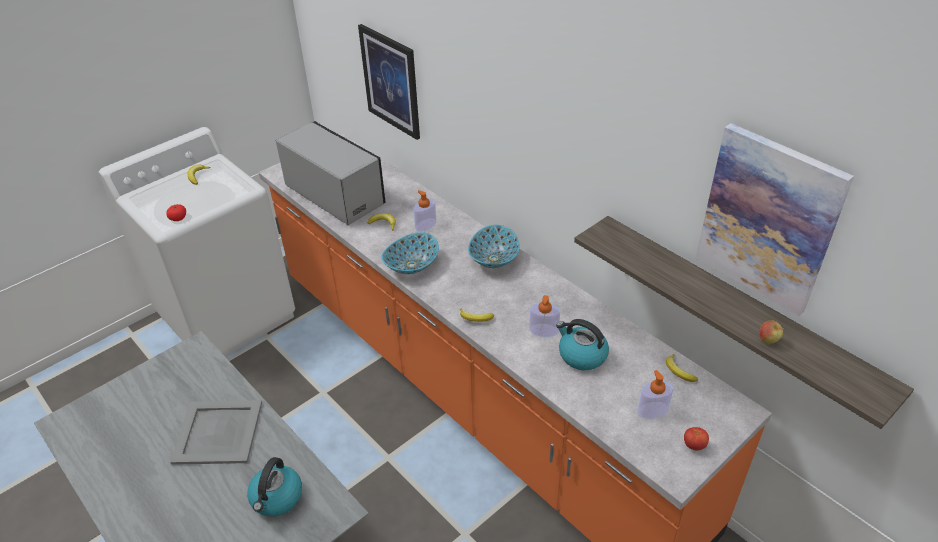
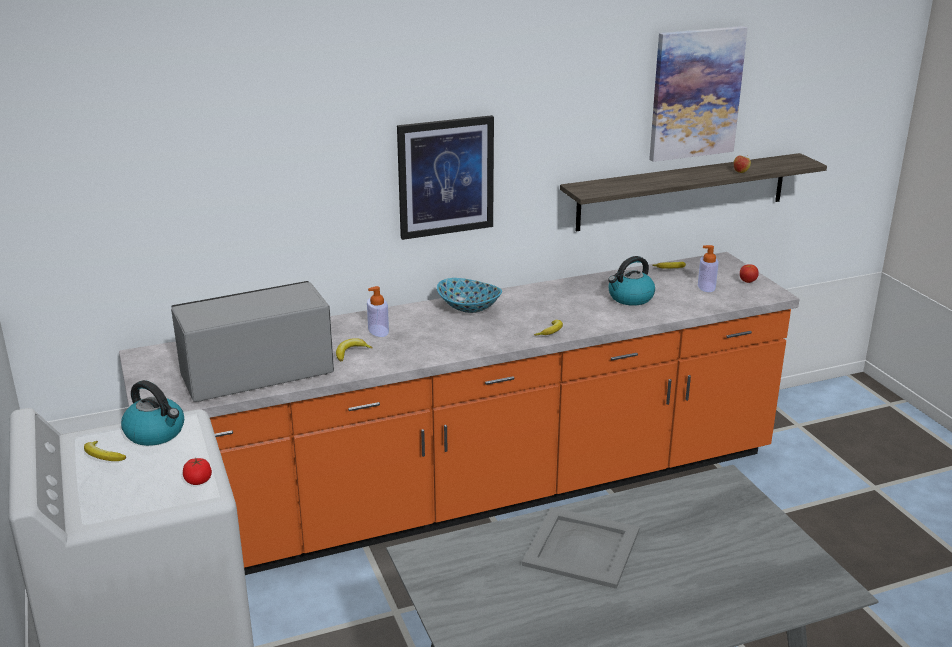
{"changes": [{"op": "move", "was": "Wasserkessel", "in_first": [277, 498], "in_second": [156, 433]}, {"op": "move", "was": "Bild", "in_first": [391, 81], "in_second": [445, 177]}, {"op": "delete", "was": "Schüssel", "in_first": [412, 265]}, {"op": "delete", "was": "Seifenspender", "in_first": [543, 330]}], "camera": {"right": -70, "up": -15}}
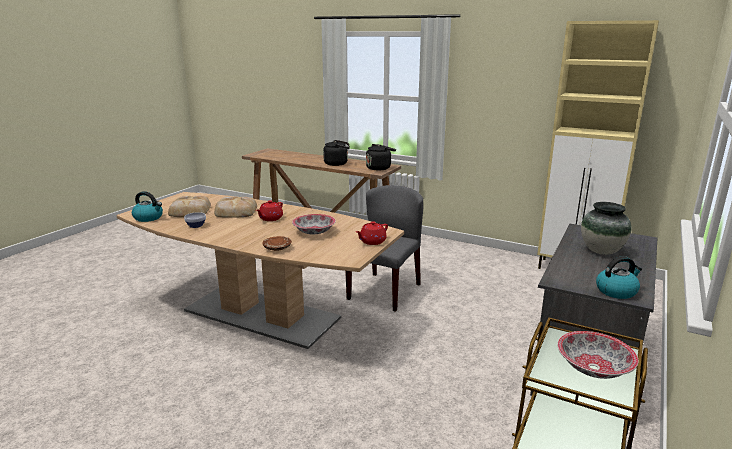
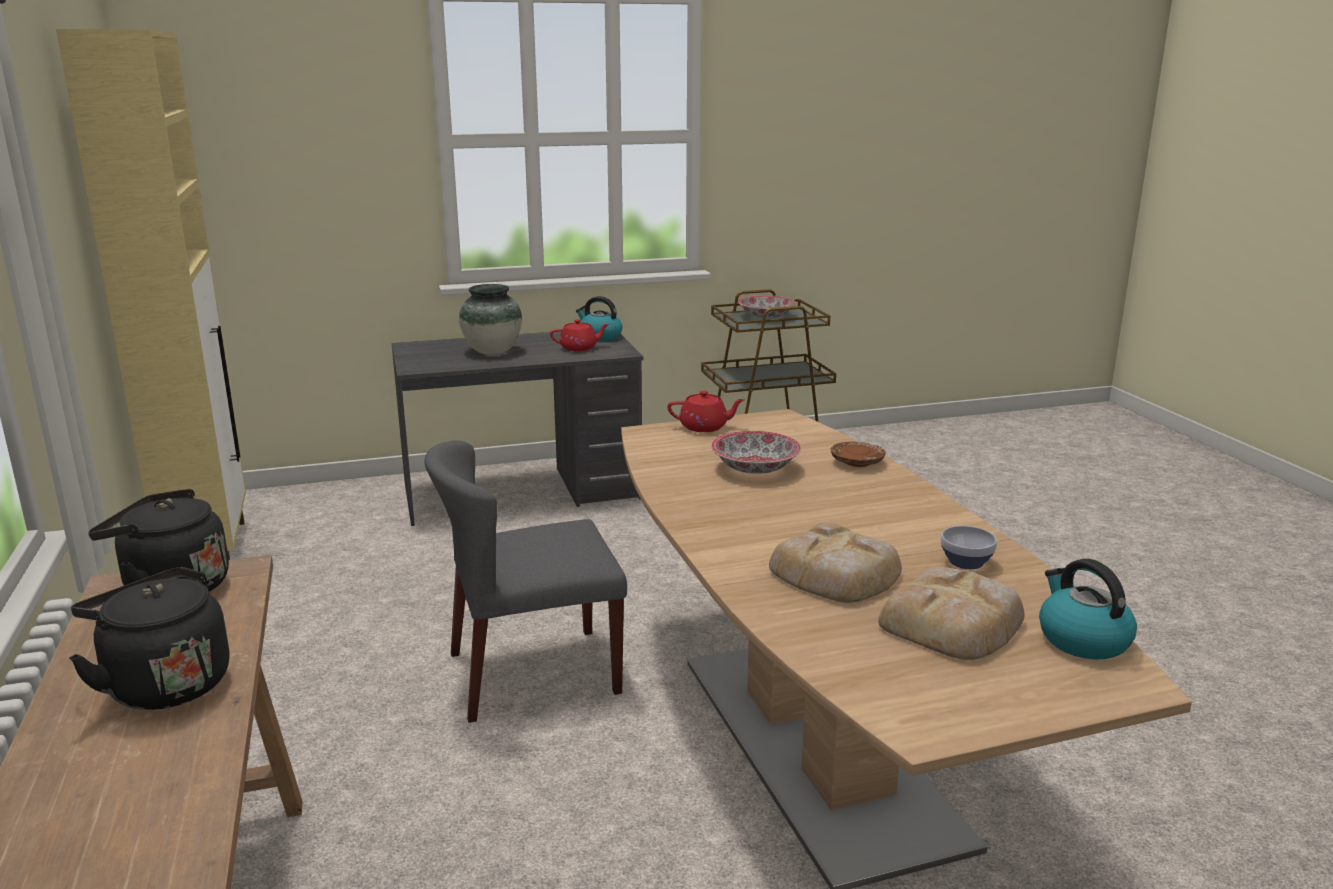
{"changes": [{"op": "move", "was": "Teekanne (rot)", "in_first": [270, 219], "in_second": [579, 348]}], "camera": {"right": -135, "up": 0}}
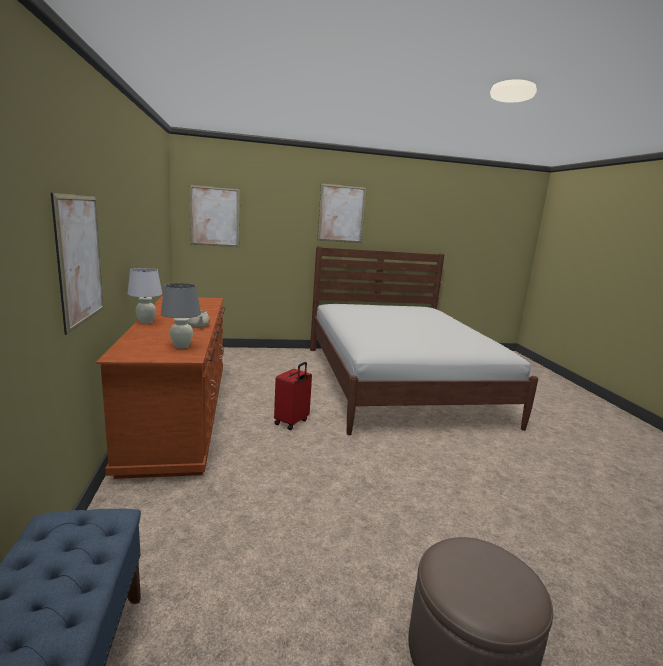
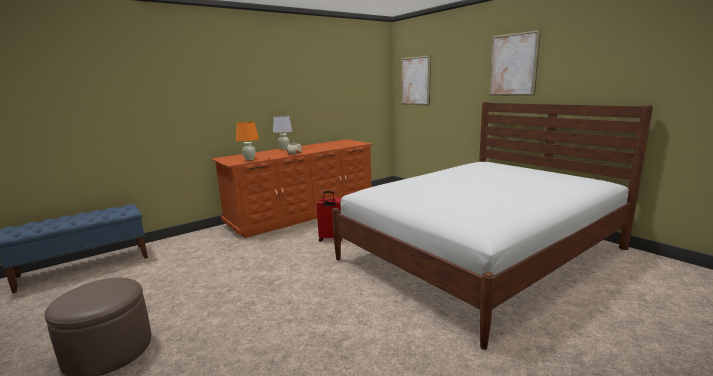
{"changes": [{"op": "recolor", "was": "Tischlampe (grau)", "now": "Tischlampe (orange)", "in_first": [181, 346], "in_second": [249, 159]}, {"op": "delete", "was": "Bild", "in_first": [80, 259]}], "camera": {"right": 65, "up": 0}}
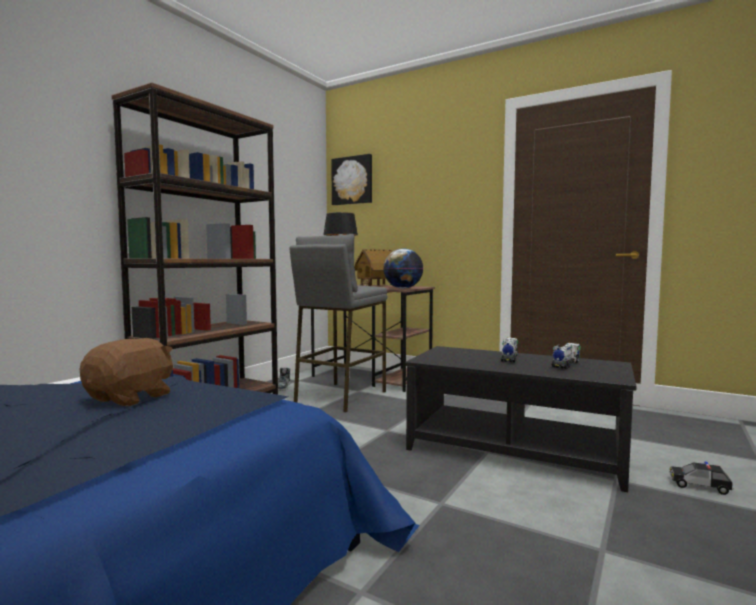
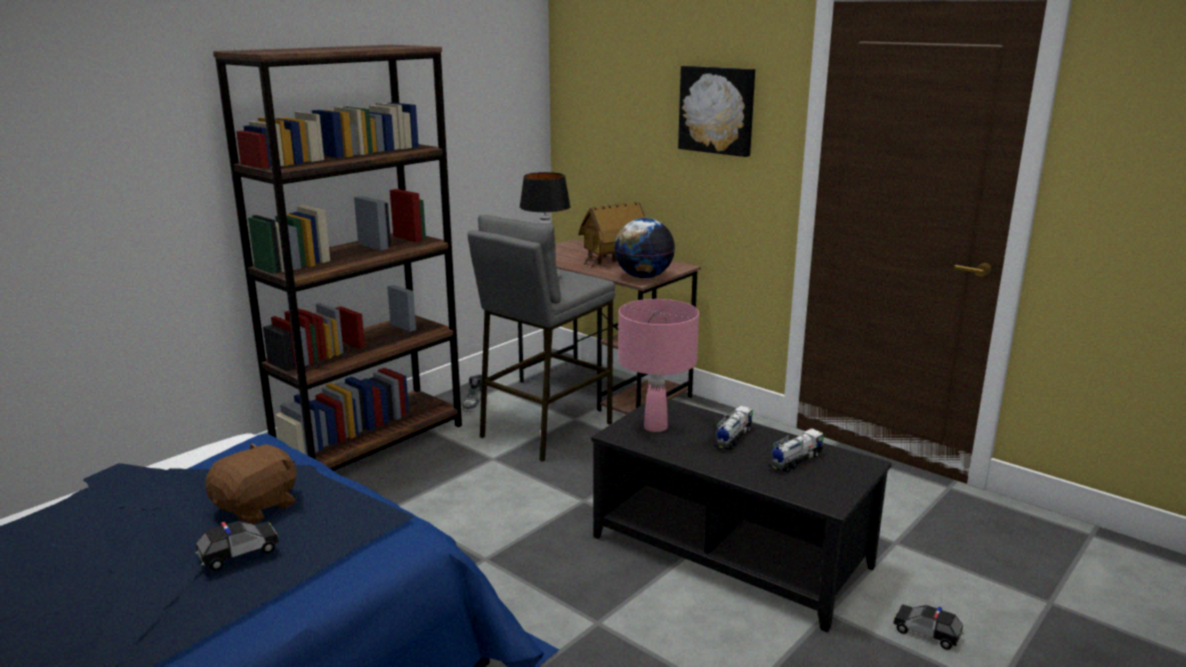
{"changes": [{"op": "insert", "now": "Spielzeugauto", "in_second": [238, 554]}, {"op": "insert", "now": "Tischlampe (rosa)", "in_second": [655, 427]}, {"op": "move", "was": "Bild", "in_first": [352, 180], "in_second": [717, 110]}], "camera": {"right": 10, "up": 15}}
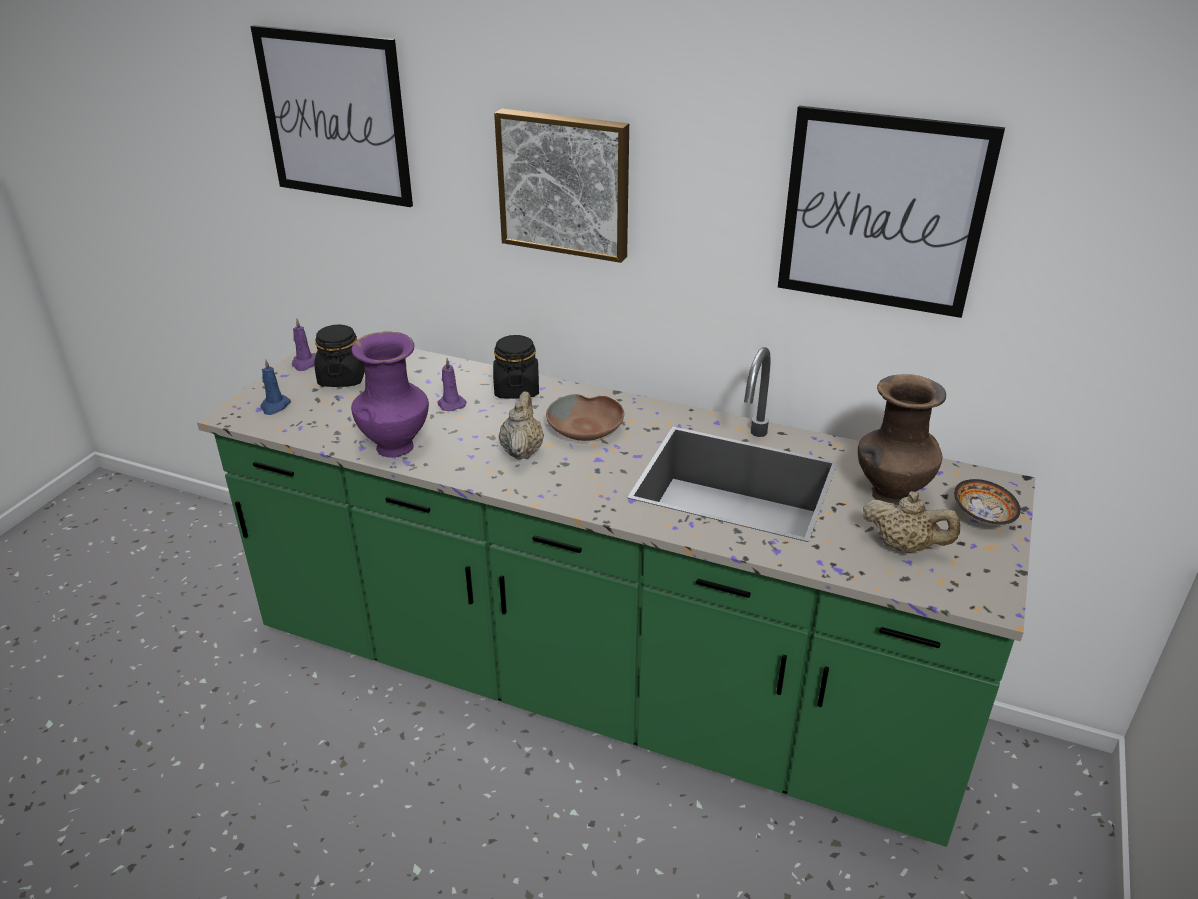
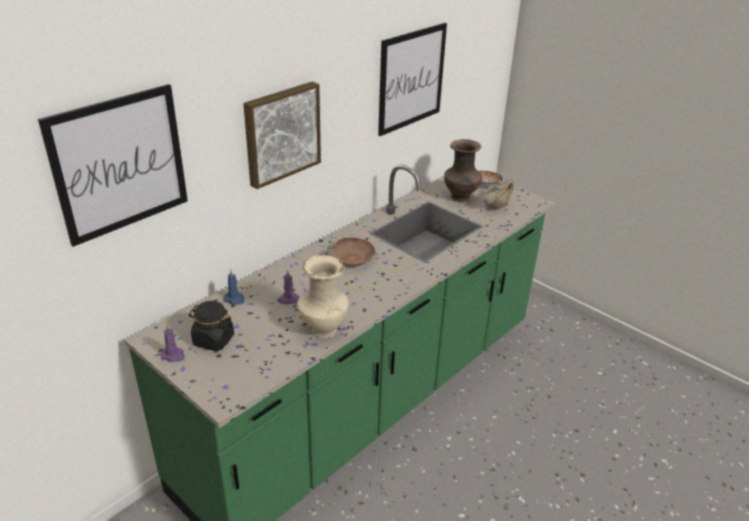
{"changes": [{"op": "move", "was": "Kerze (blau)", "in_first": [275, 406], "in_second": [234, 299]}, {"op": "recolor", "was": "Vase (lila)", "now": "Vase (beige)", "in_first": [396, 446], "in_second": [323, 329]}, {"op": "delete", "was": "Vorratsglas (schwarz)", "in_first": [516, 389]}, {"op": "delete", "was": "Teekanne (beige)", "in_first": [522, 451]}], "camera": {"right": -70, "up": 0}}
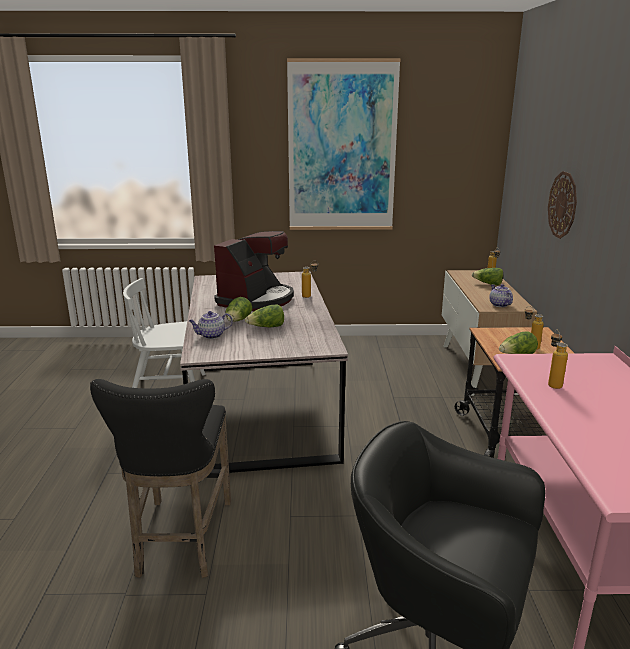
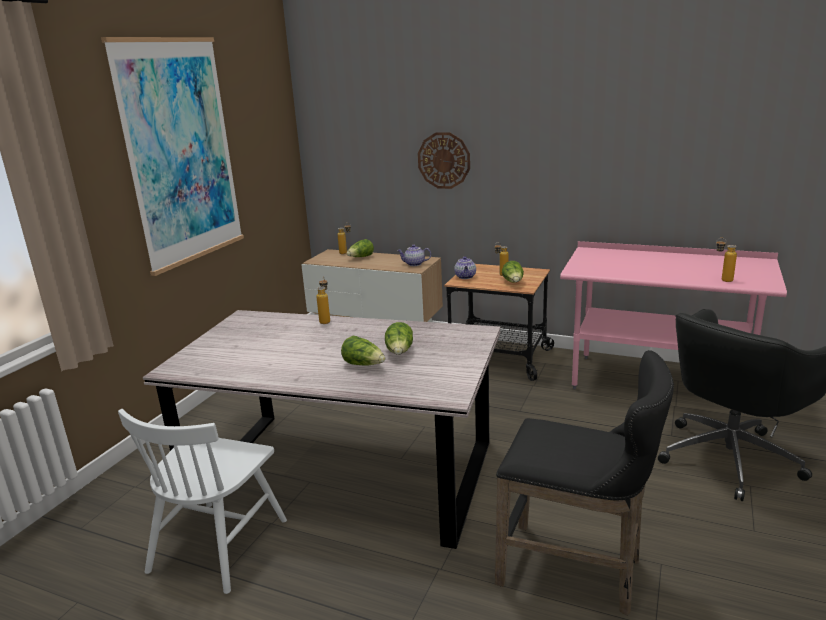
{"changes": [{"op": "move", "was": "Teekanne", "in_first": [211, 336], "in_second": [465, 277]}, {"op": "move", "was": "Flasche", "in_first": [552, 383], "in_second": [722, 280]}, {"op": "delete", "was": "Kaffeemaschine", "in_first": [256, 300]}], "camera": {"right": -65, "up": 0}}
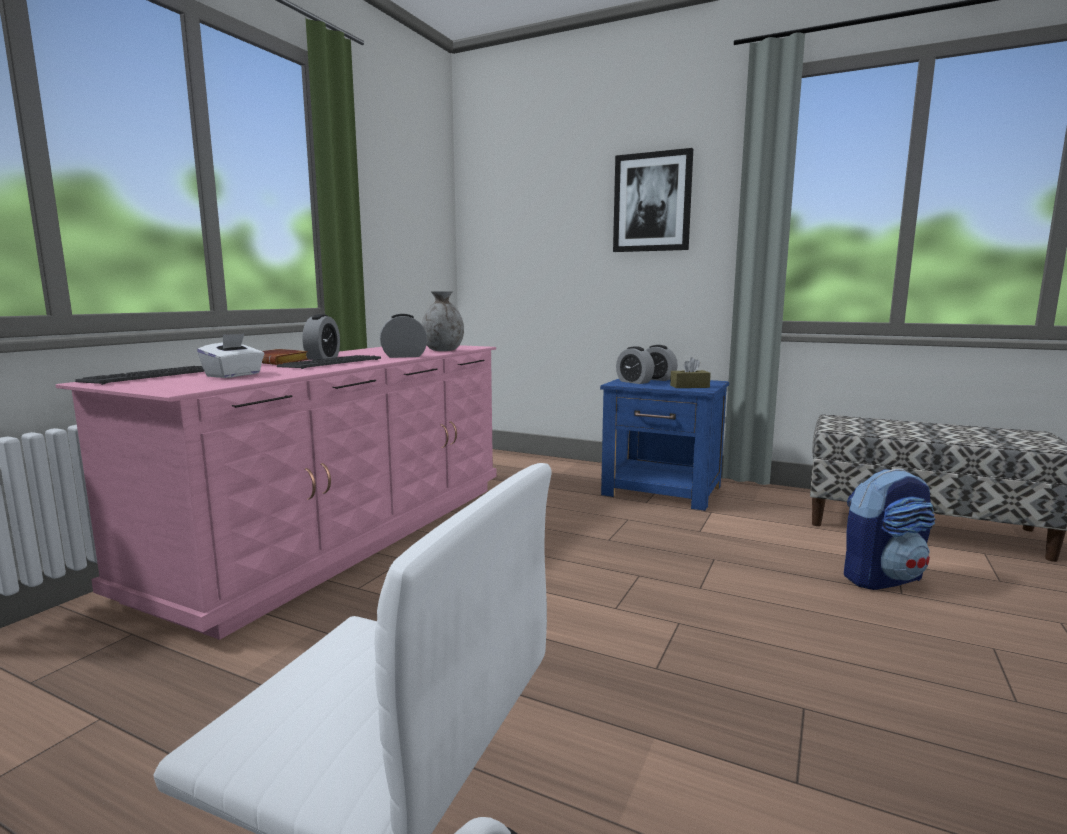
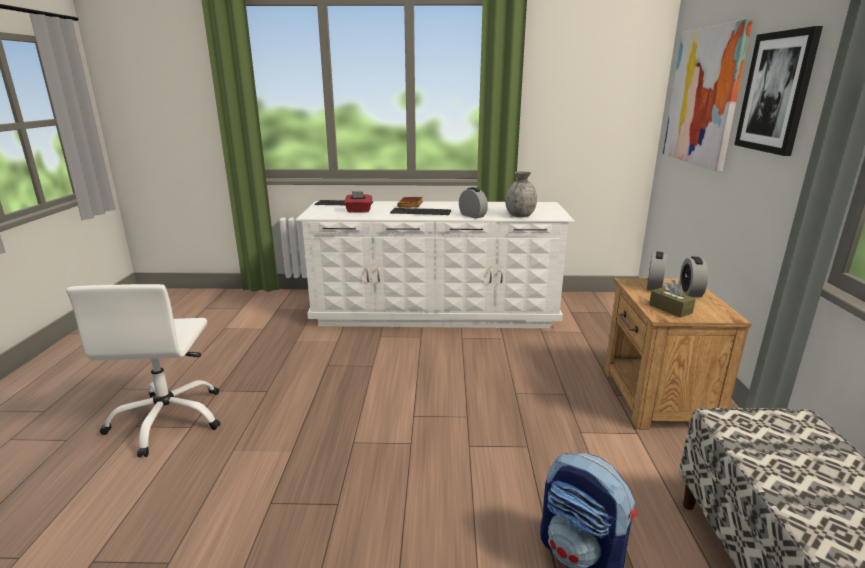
{"changes": [{"op": "recolor", "was": "Kommode (rosa)", "now": "Kommode (weiß)", "in_first": [345, 534], "in_second": [435, 312]}, {"op": "recolor", "was": "Taschentuchbox (weiß)", "now": "Taschentuchbox (rot)", "in_first": [234, 375], "in_second": [358, 211]}, {"op": "recolor", "was": "Nachttisch (blau)", "now": "Nachttisch (braun)", "in_first": [663, 491], "in_second": [657, 399]}, {"op": "insert", "now": "Bild", "in_second": [703, 97]}, {"op": "delete", "was": "Wecker", "in_first": [323, 358]}], "camera": {"right": 65, "up": 10}}
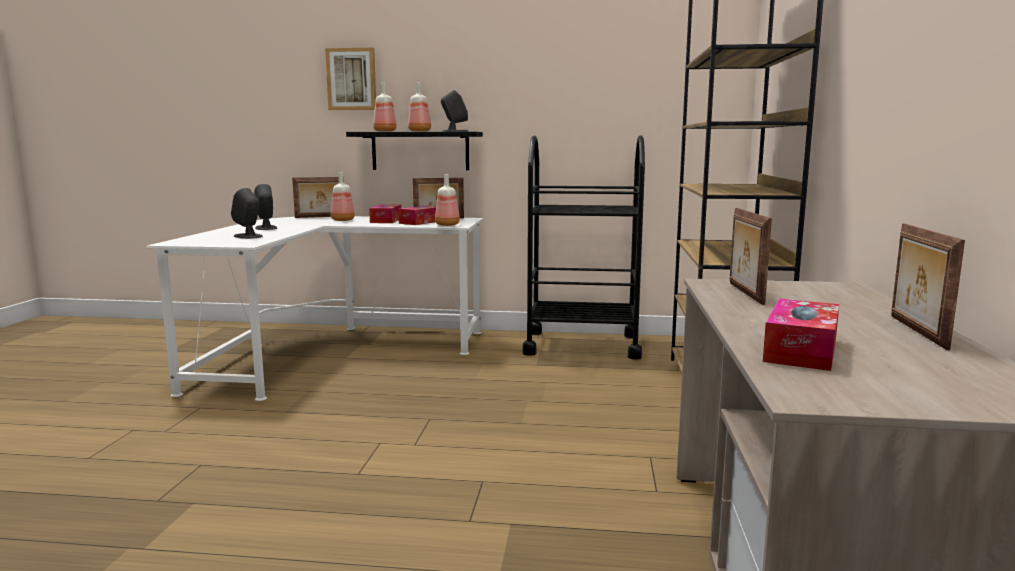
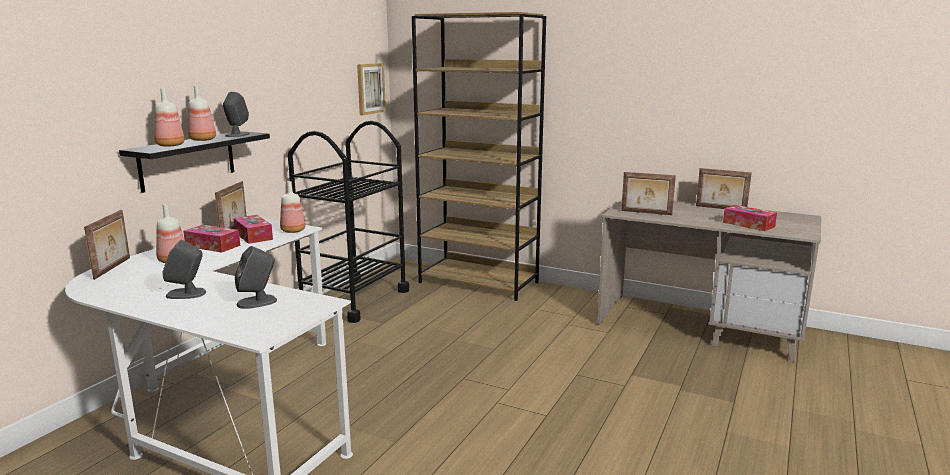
{"changes": [{"op": "move", "was": "Bild", "in_first": [351, 79], "in_second": [370, 88]}], "camera": {"right": -70, "up": 5}}
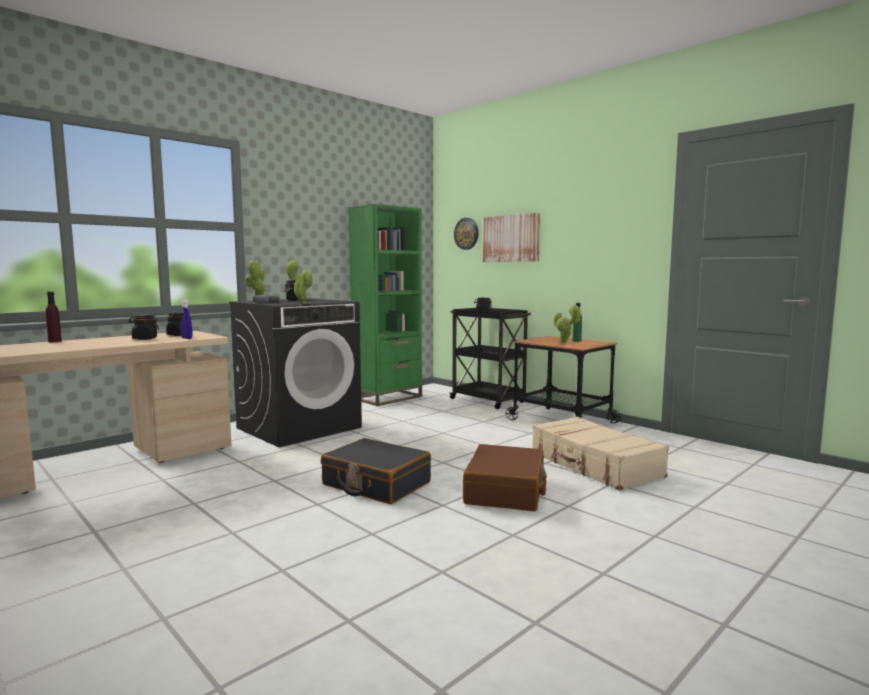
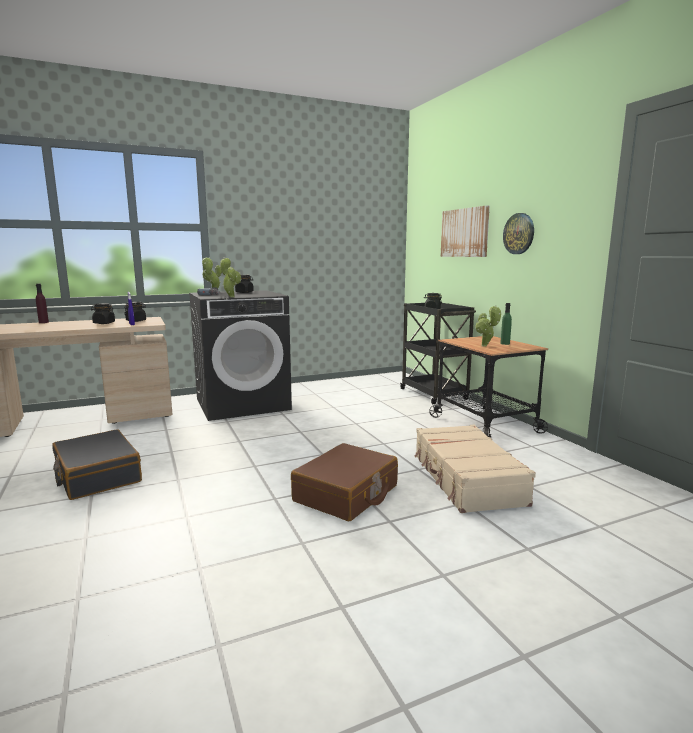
{"changes": [{"op": "move", "was": "Koffer (schwarz)", "in_first": [376, 484], "in_second": [97, 476]}, {"op": "move", "was": "Wanduhr", "in_first": [466, 233], "in_second": [519, 233]}, {"op": "delete", "was": "Bücherregal (grün)", "in_first": [387, 398]}], "camera": {"right": 20, "up": 5}}
